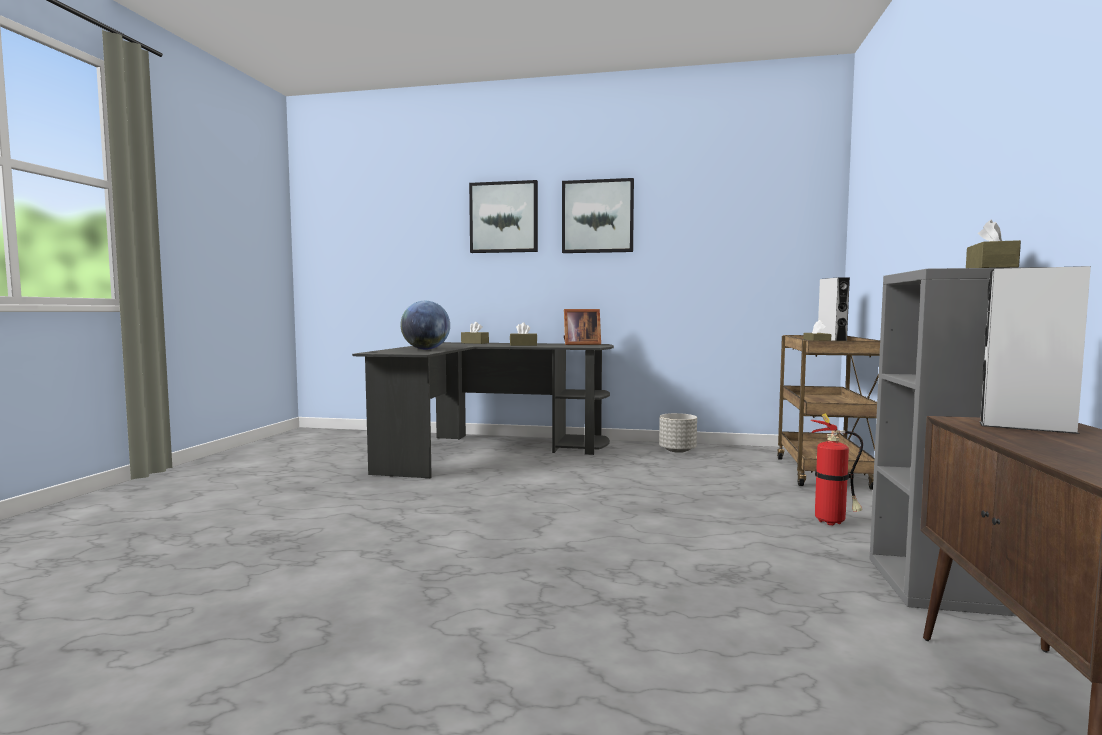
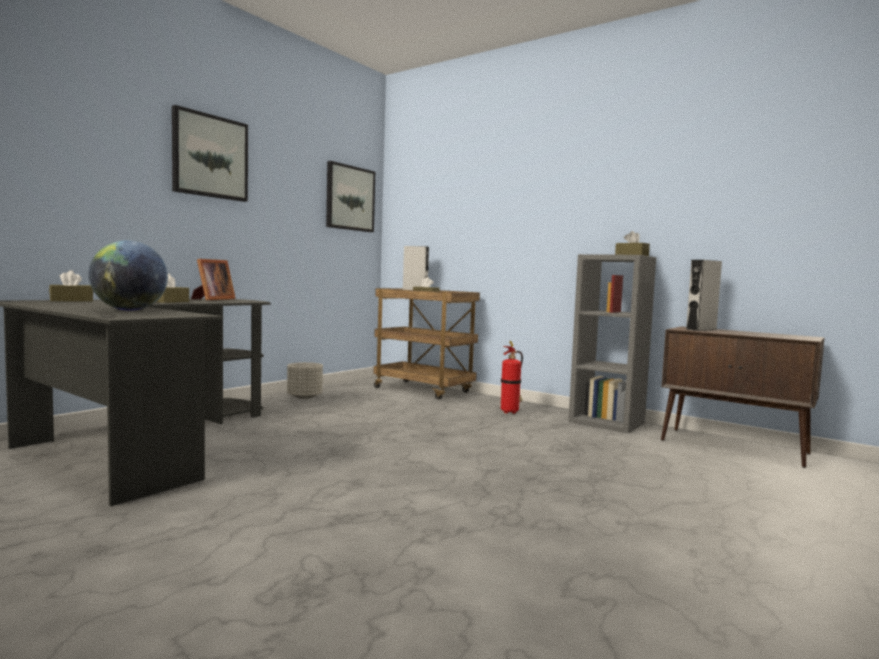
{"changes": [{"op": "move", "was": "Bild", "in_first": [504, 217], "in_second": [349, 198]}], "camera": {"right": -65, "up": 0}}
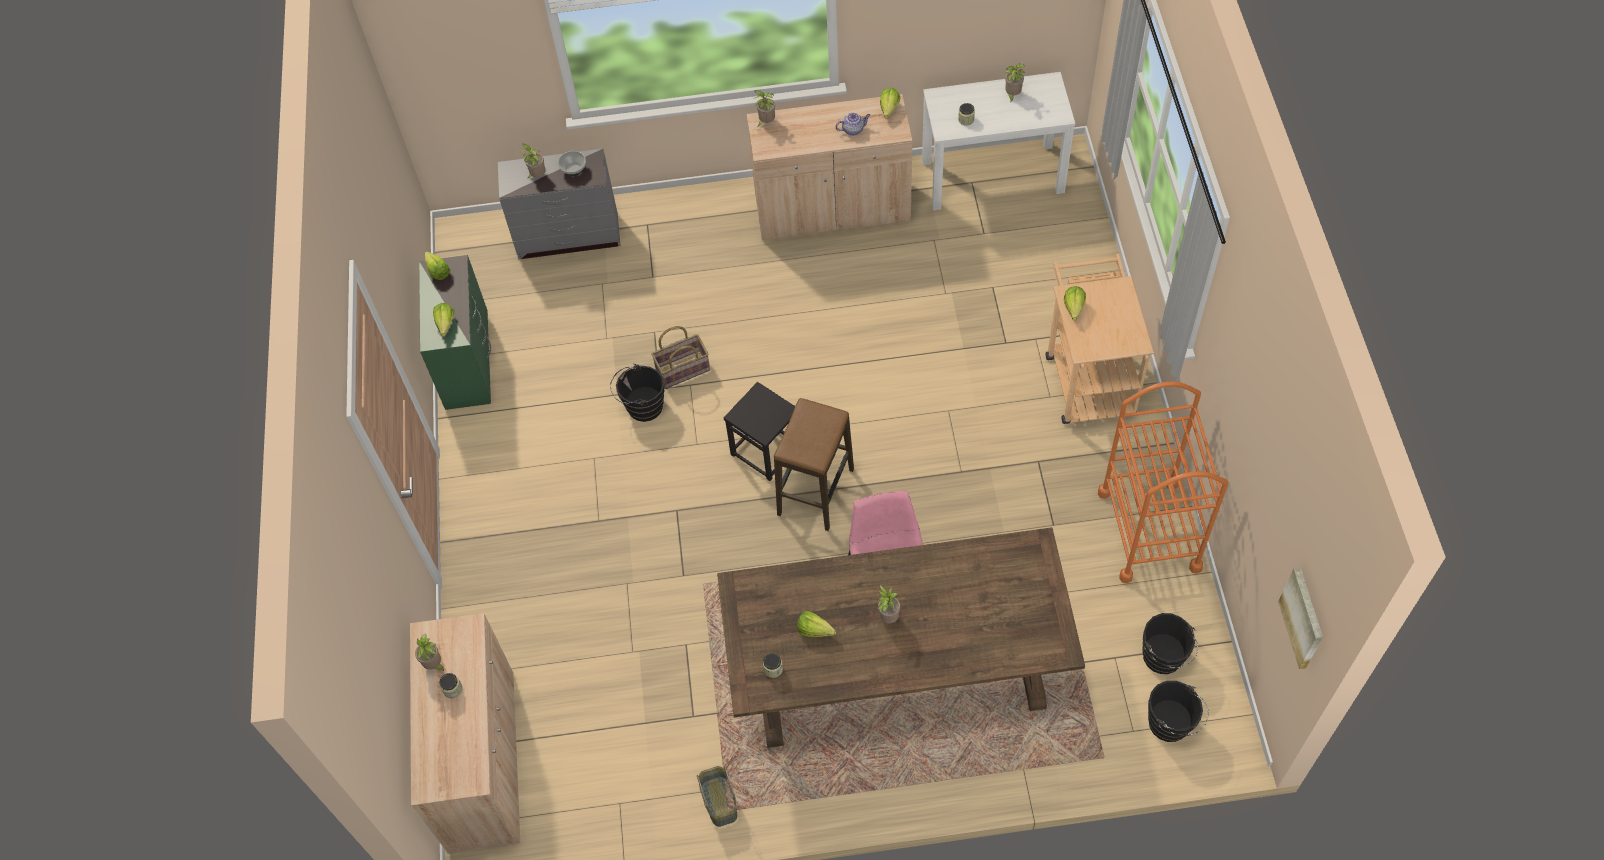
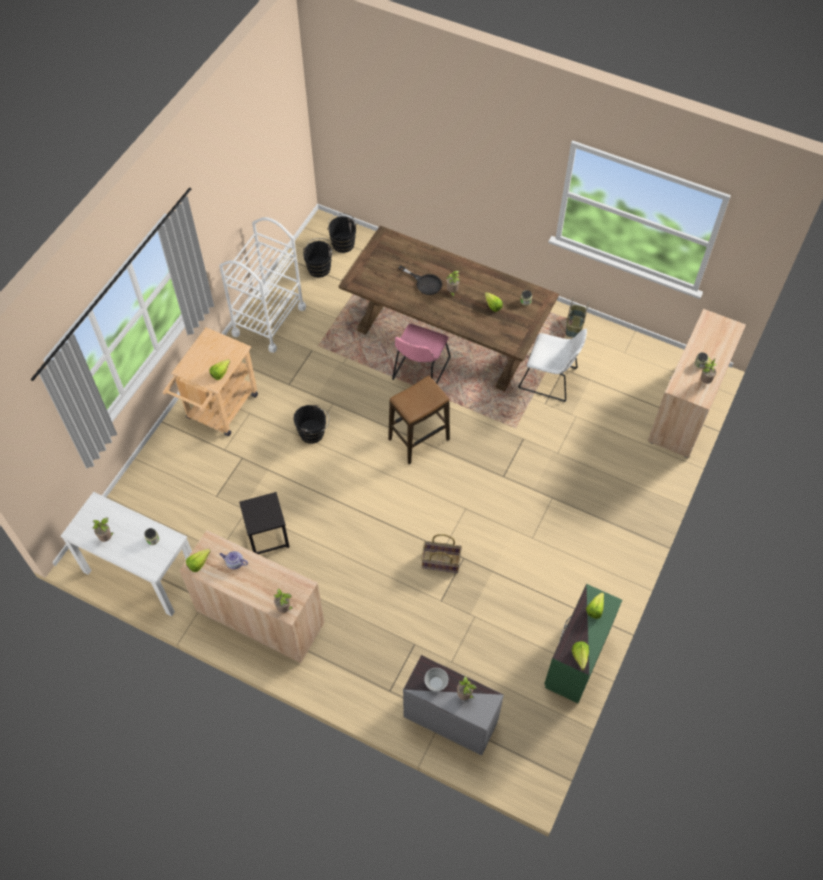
{"changes": [{"op": "recolor", "was": "Rollwagen (orange)", "now": "Rollwagen (weiß)", "in_first": [1149, 530], "in_second": [269, 321]}, {"op": "move", "was": "Hocker (schwarz)", "in_first": [766, 450], "in_second": [267, 536]}, {"op": "move", "was": "Eimer (schwarz)", "in_first": [642, 406], "in_second": [313, 434]}, {"op": "insert", "now": "Pfanne (schwarz)", "in_second": [425, 283]}, {"op": "insert", "now": "Stuhl (weiß)", "in_second": [550, 379]}, {"op": "delete", "was": "Bild", "in_first": [1303, 618]}], "camera": {"right": -150, "up": 0}}
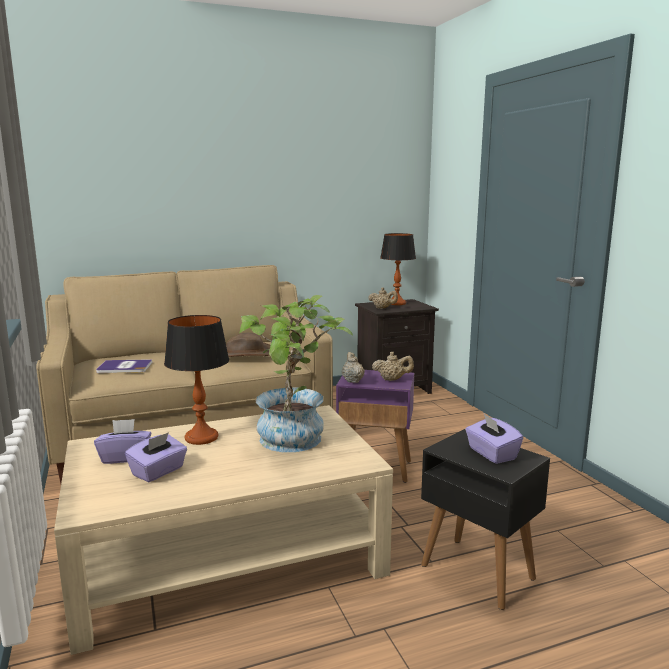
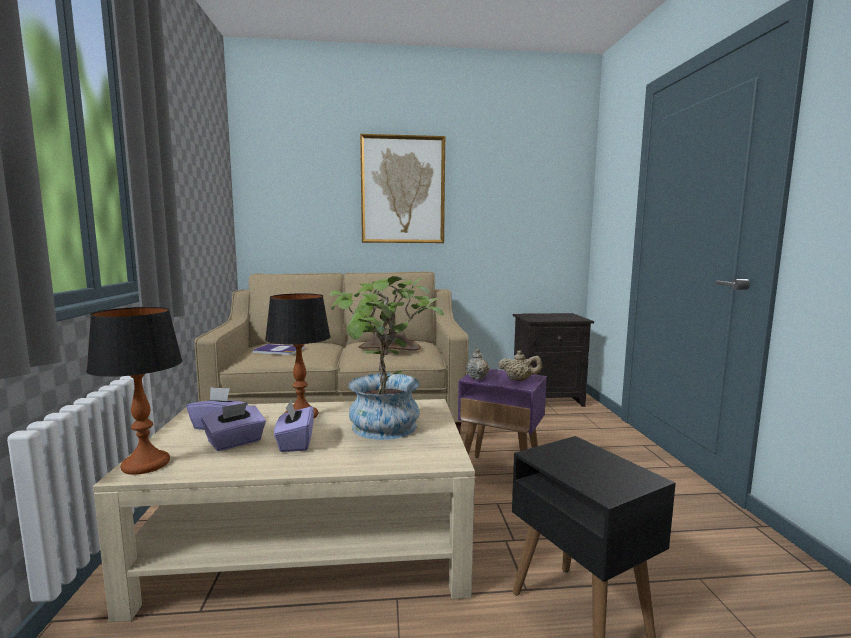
{"changes": [{"op": "move", "was": "Tischlampe", "in_first": [397, 303], "in_second": [146, 464]}, {"op": "move", "was": "Taschentuchbox (lila)", "in_first": [491, 454], "in_second": [295, 443]}, {"op": "insert", "now": "Bild", "in_second": [403, 190]}, {"op": "delete", "was": "Teekanne (beige)", "in_first": [382, 308]}], "camera": {"right": 15, "up": -5}}
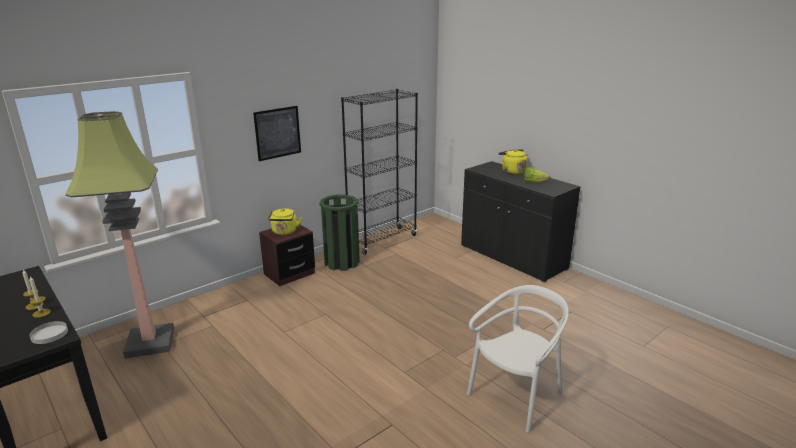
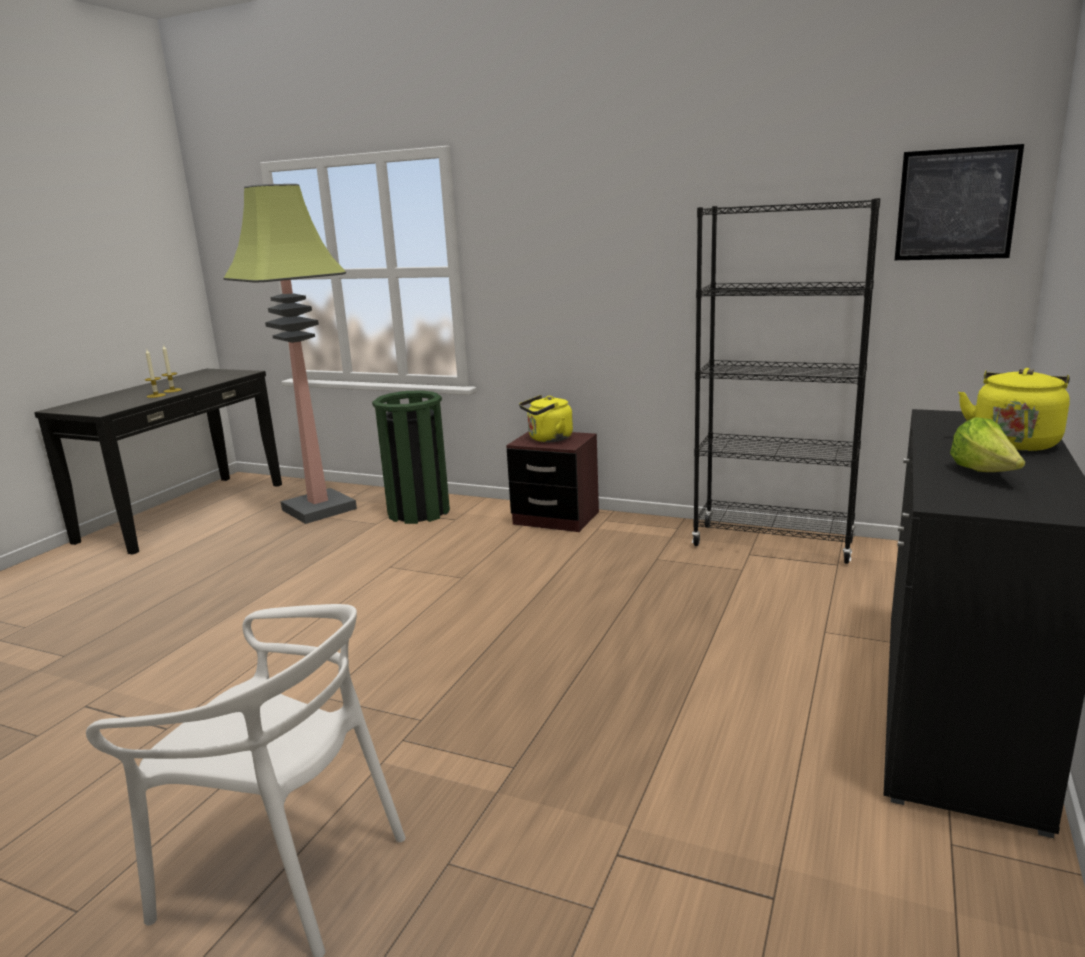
{"changes": [{"op": "move", "was": "Mülleimer (grün)", "in_first": [342, 262], "in_second": [419, 512]}, {"op": "move", "was": "Bild", "in_first": [277, 133], "in_second": [956, 204]}, {"op": "delete", "was": "Teller (weiß)", "in_first": [49, 334]}], "camera": {"right": 65, "up": -5}}
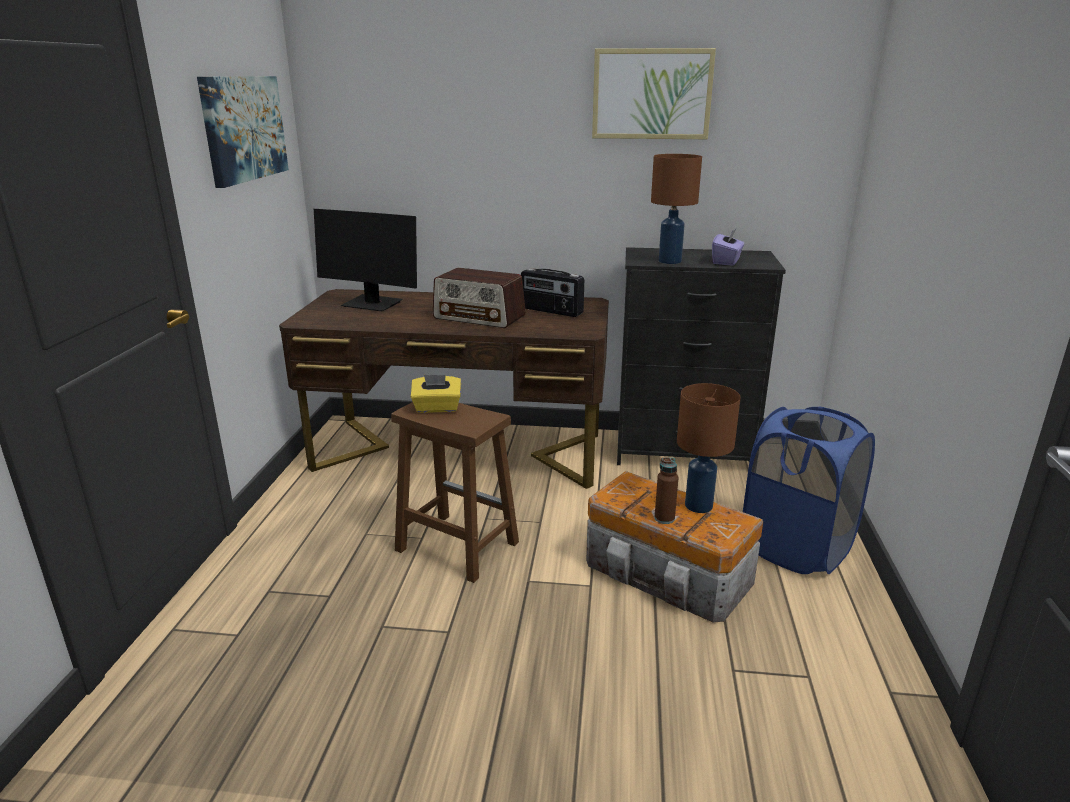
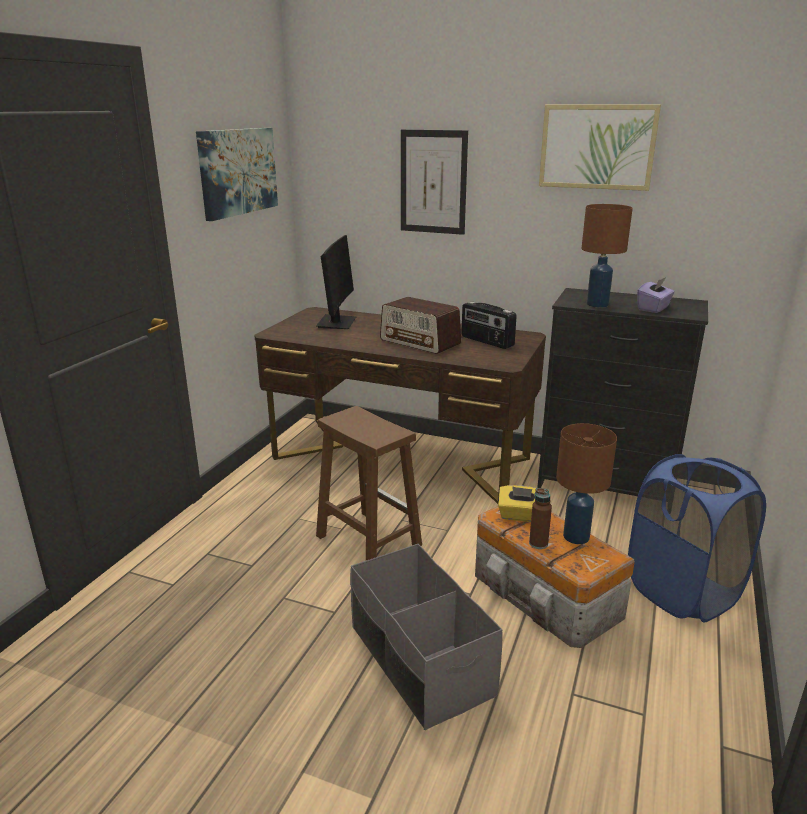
{"changes": [{"op": "rotate", "was": "Monitor", "in_first": [372, 304], "in_second": [336, 323], "clockwise": -120}, {"op": "insert", "now": "Aufbewahrungsbox (grau)", "in_second": [420, 661]}, {"op": "insert", "now": "Bild", "in_second": [433, 182]}, {"op": "move", "was": "Taschentuchbox (gelb)", "in_first": [437, 408], "in_second": [520, 515]}], "camera": {"right": 15, "up": 0}}
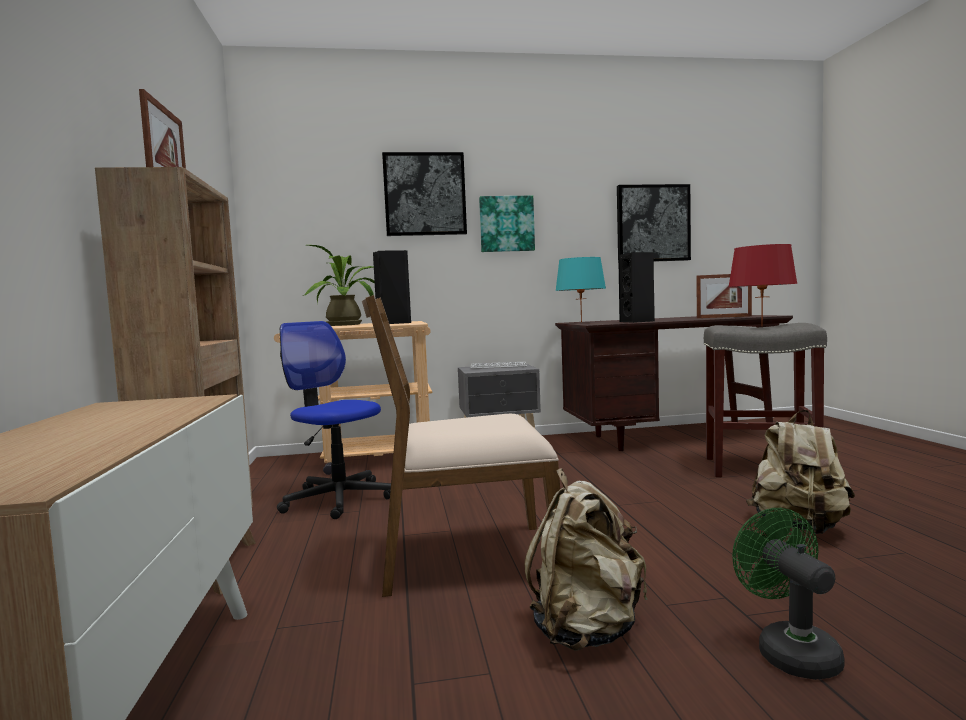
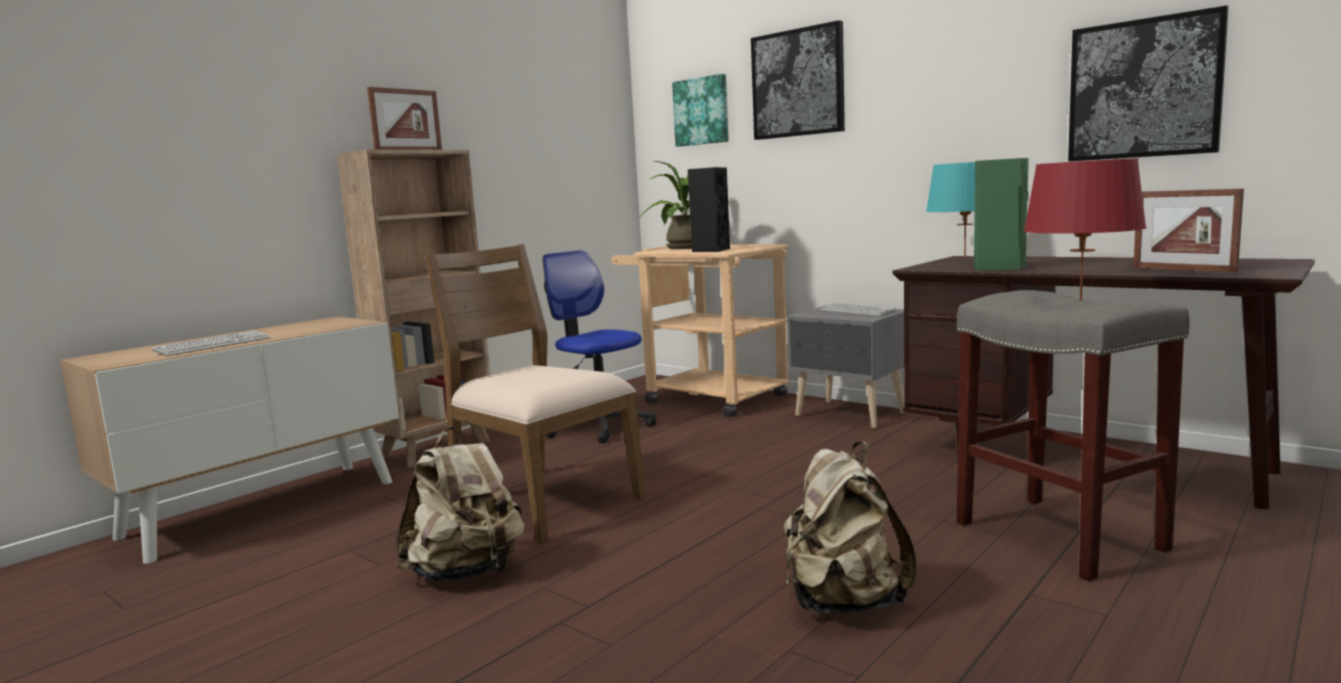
{"changes": [{"op": "insert", "now": "Tastatur", "in_second": [213, 345]}, {"op": "rotate", "was": "Bürostuhl", "in_first": [338, 499], "in_second": [600, 426], "clockwise": -45}, {"op": "move", "was": "Bild", "in_first": [506, 224], "in_second": [702, 111]}, {"op": "recolor", "was": "Lautsprecher (schwarz)", "now": "Lautsprecher (grün)", "in_first": [637, 321], "in_second": [1000, 268]}, {"op": "delete", "was": "Ventilator (grün)", "in_first": [789, 650]}], "camera": {"right": 50, "up": 5}}
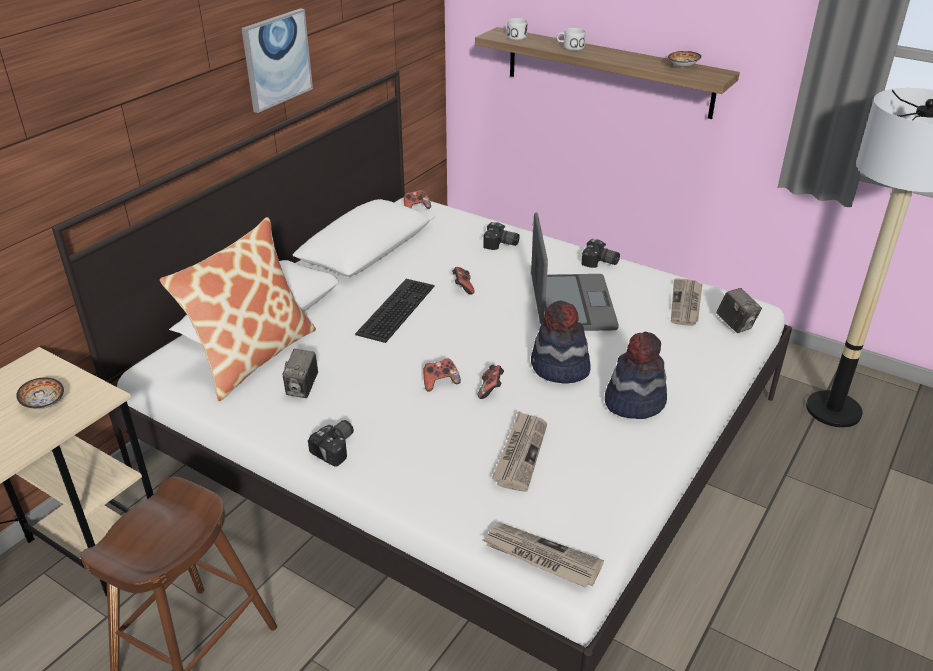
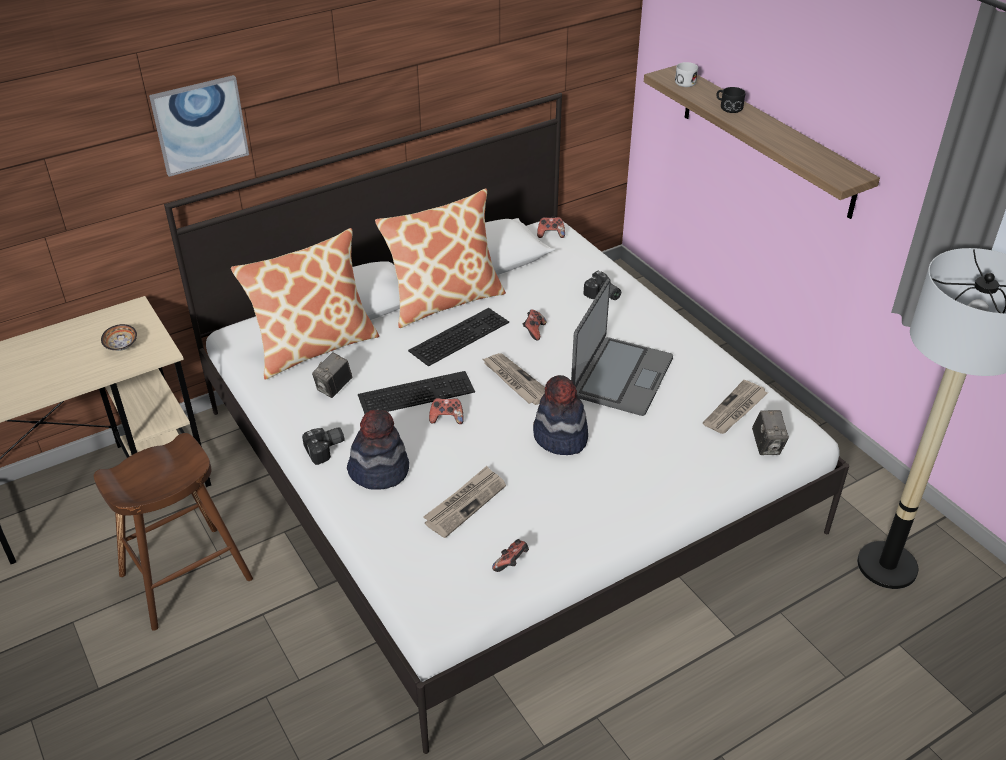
{"changes": [{"op": "move", "was": "Bild", "in_first": [277, 59], "in_second": [200, 125]}, {"op": "move", "was": "Hut", "in_first": [634, 401], "in_second": [379, 471]}, {"op": "insert", "now": "Tastatur", "in_second": [417, 392]}, {"op": "insert", "now": "Kissen", "in_second": [444, 300]}, {"op": "move", "was": "Zeitung", "in_first": [541, 557], "in_second": [515, 381]}, {"op": "move", "was": "Gamepad", "in_first": [491, 390], "in_second": [511, 563]}, {"op": "recolor", "was": "Henkelbecher (weiß)", "now": "Henkelbecher (schwarz)", "in_first": [570, 47], "in_second": [728, 107]}, {"op": "delete", "was": "Kamera", "in_first": [600, 263]}, {"op": "delete", "was": "Schüssel", "in_first": [684, 67]}], "camera": {"right": 25, "up": 5}}
